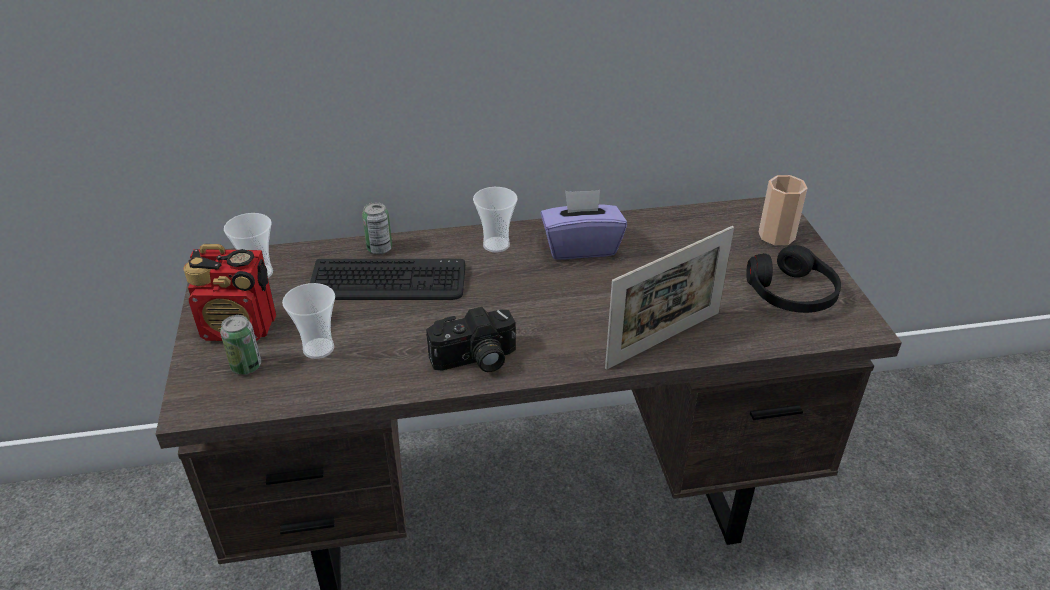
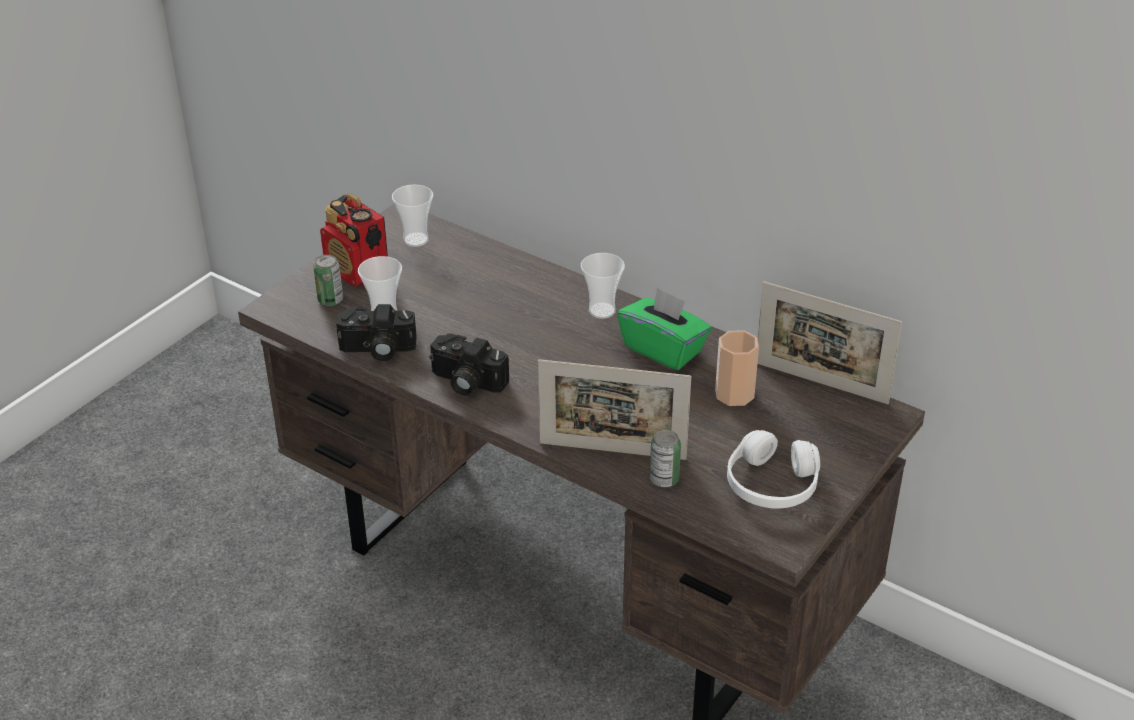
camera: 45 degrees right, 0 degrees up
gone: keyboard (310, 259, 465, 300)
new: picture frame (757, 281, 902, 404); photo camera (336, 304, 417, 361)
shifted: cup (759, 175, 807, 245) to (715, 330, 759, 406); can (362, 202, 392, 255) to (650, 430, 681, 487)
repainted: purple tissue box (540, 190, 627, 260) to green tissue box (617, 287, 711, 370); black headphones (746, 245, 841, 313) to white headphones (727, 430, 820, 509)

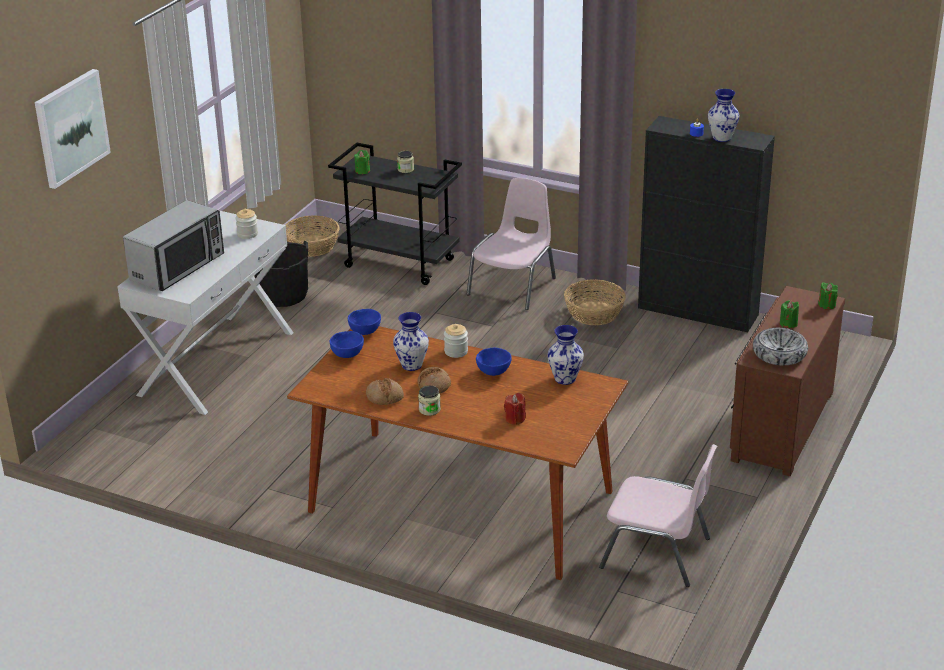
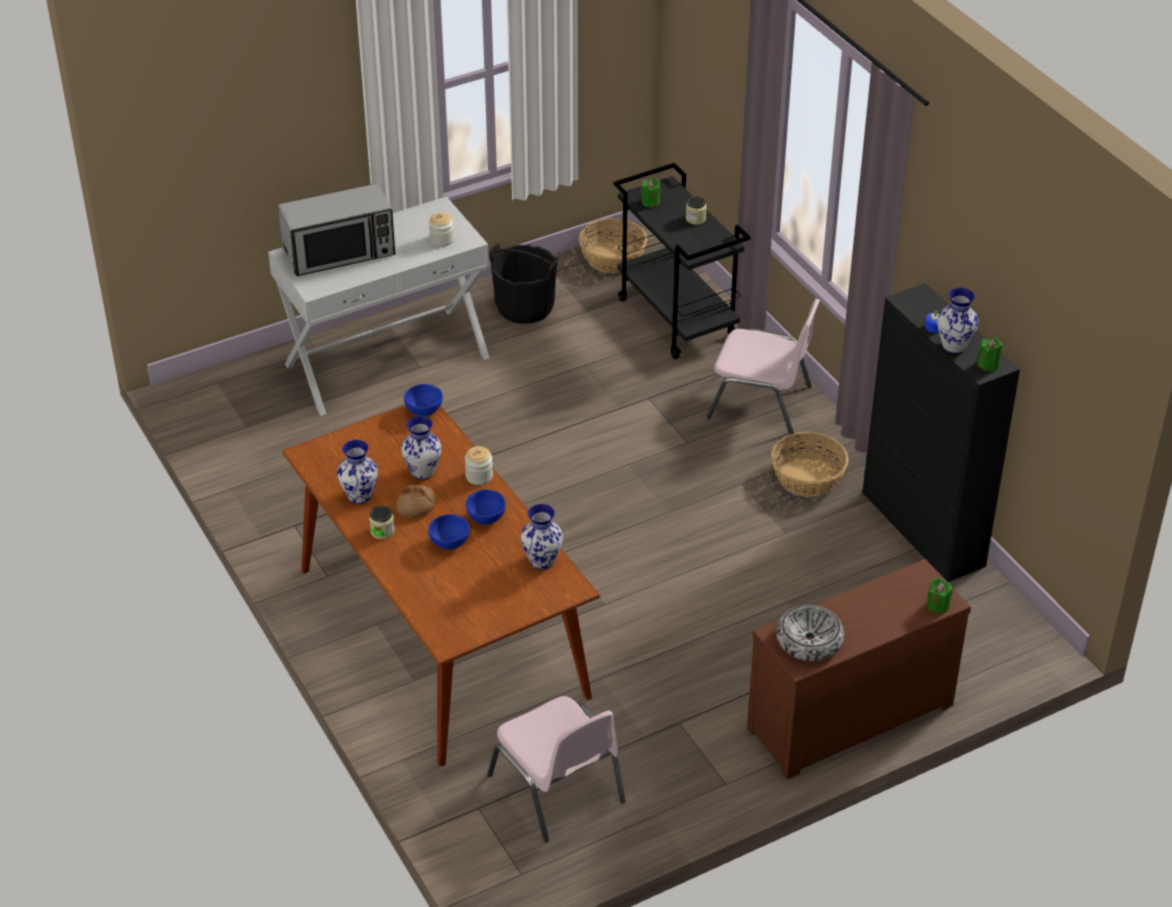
camera: 35 degrees right, 10 degrees up
gone: picture (35, 69, 111, 189); red candle (504, 393, 526, 425)
shifted: green candle (780, 301, 799, 328) to (977, 337, 1003, 371); blue bowl (330, 331, 364, 358) to (428, 514, 470, 550)
swapped: bread (366, 378, 404, 405) to vase (337, 440, 378, 504)
rotated: pink chair (467, 178, 556, 310) = (706, 299, 820, 434) 45 degrees clockwise

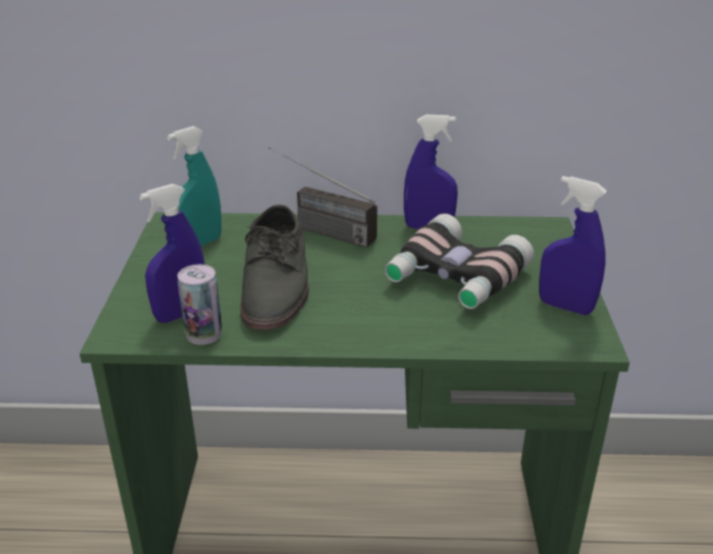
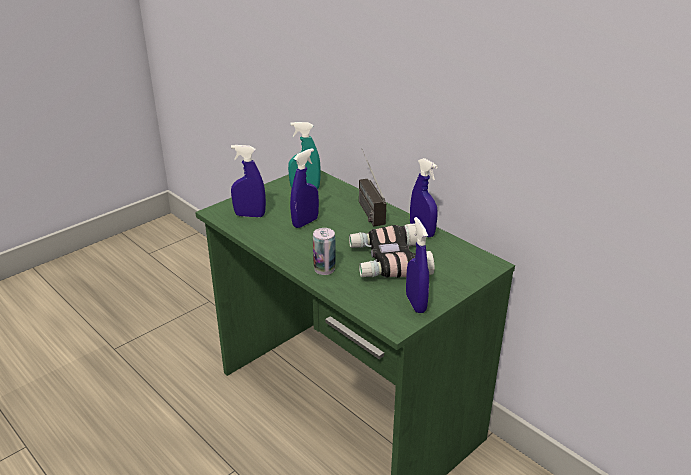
camera: 45 degrees right, 0 degrees up
shifted: can (177, 264, 222, 345) to (313, 228, 336, 275)
swapped: grey shoe (240, 204, 309, 330) to blue spray bottle (290, 148, 319, 228)

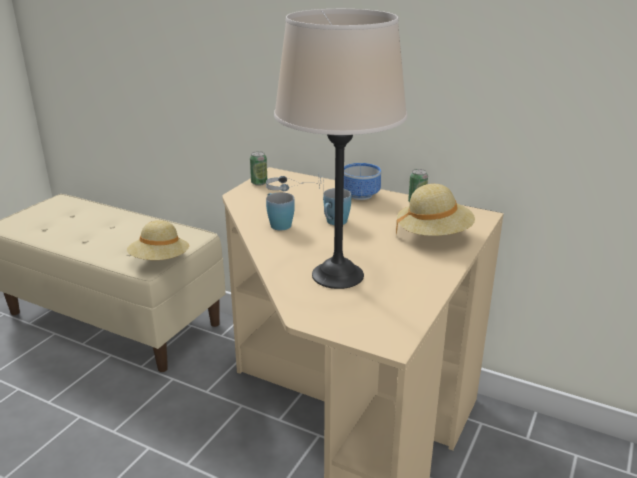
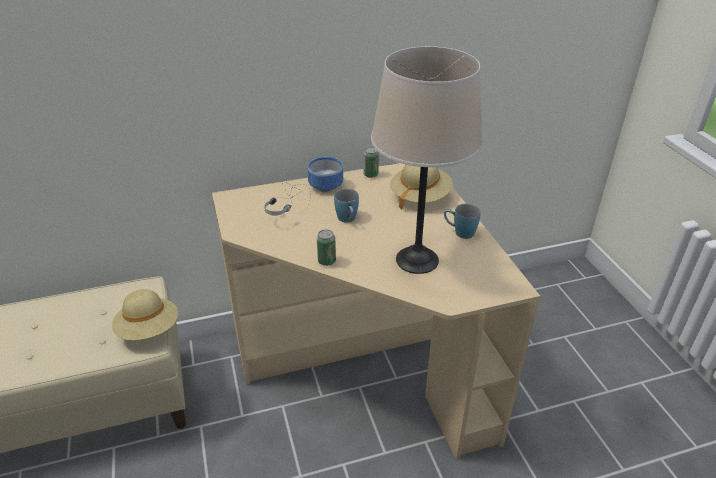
camera: 45 degrees left, 10 degrees up
shifted: can (250, 151, 267, 186) to (317, 229, 336, 266); blue mug (266, 192, 295, 230) to (444, 204, 481, 239)

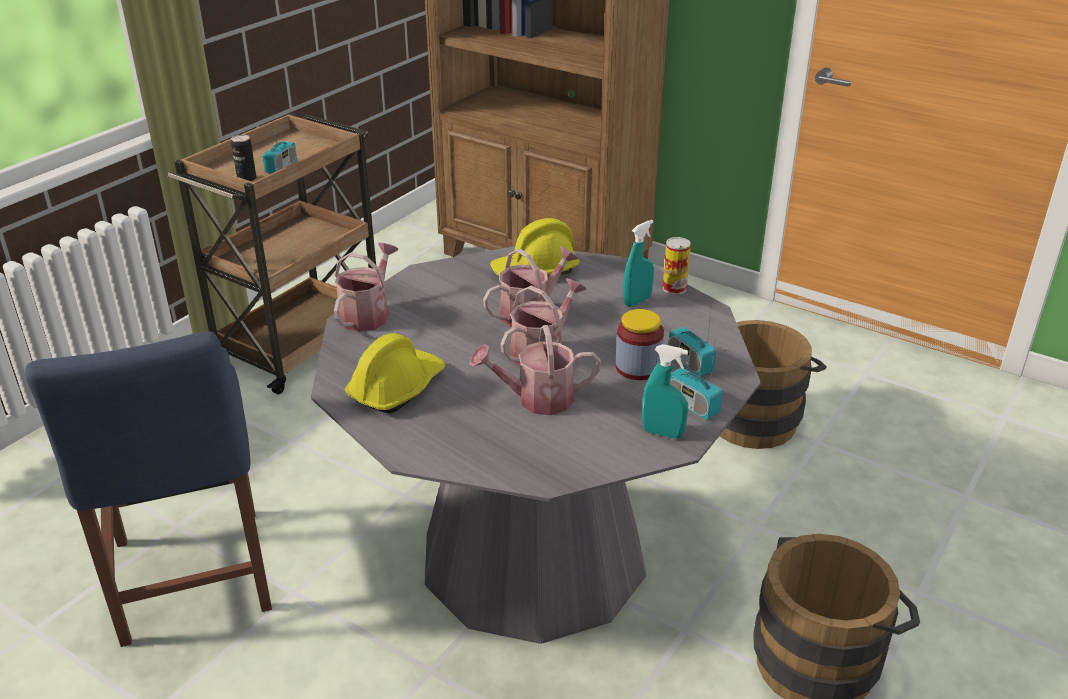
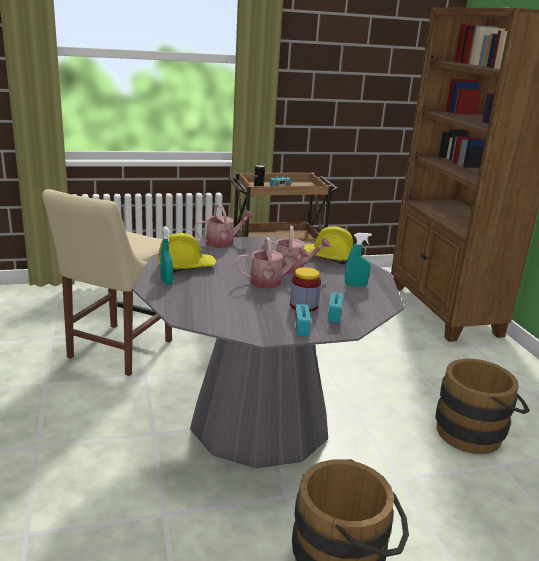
camera: 40 degrees right, 10 degrees down
gone: can (663, 237, 691, 295); watering can (470, 325, 601, 415)
shifted: turquoise spray bottle (642, 344, 688, 439) to (160, 226, 173, 285)
repainted: blue chair (25, 331, 272, 647) to beige chair (42, 189, 172, 376)

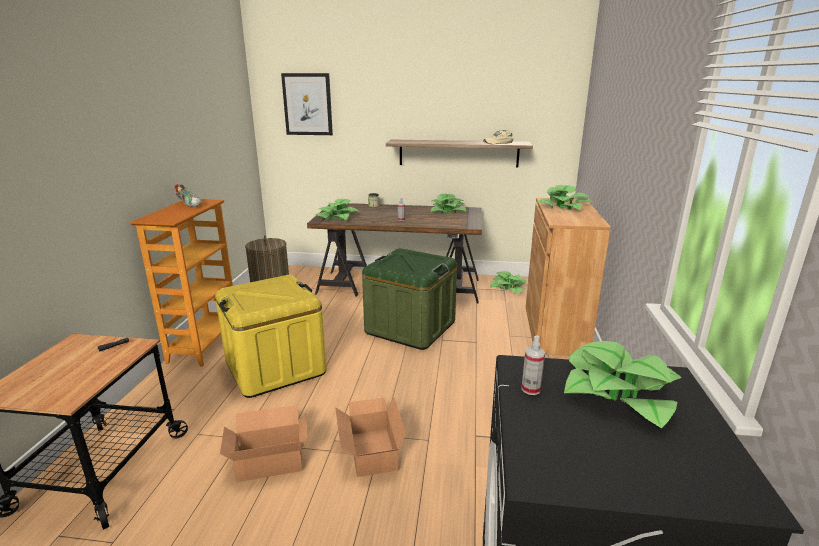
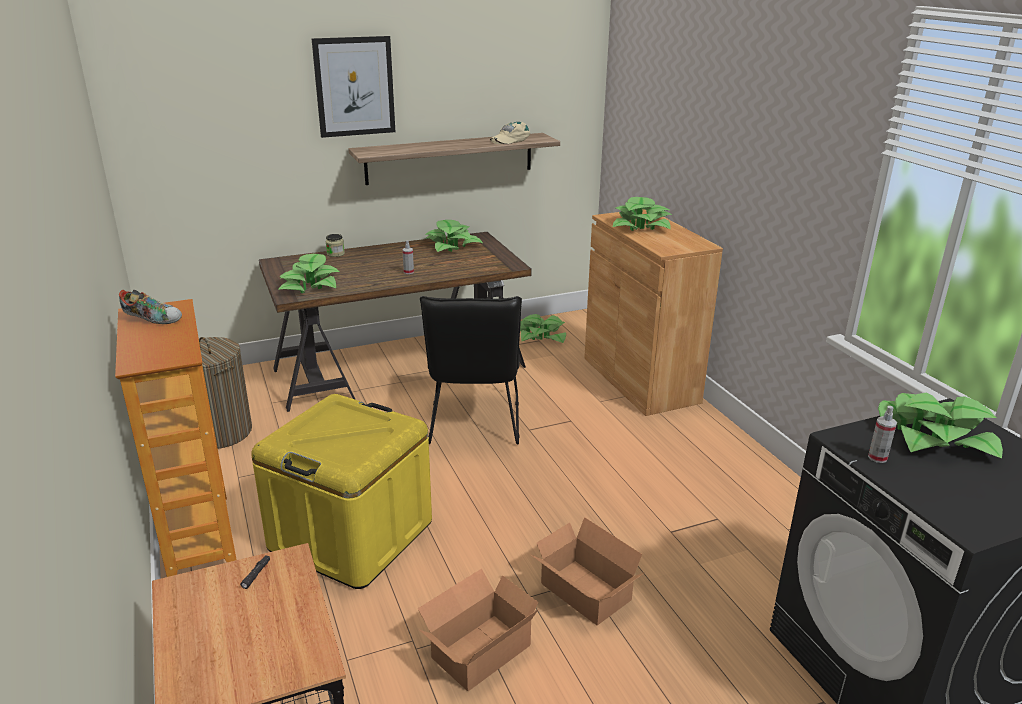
camera: 30 degrees left, 5 degrees up
shifted: picture (281, 73, 333, 135) to (311, 36, 395, 138)
swapped: green storage box (362, 248, 457, 350) to black chair (420, 296, 522, 445)

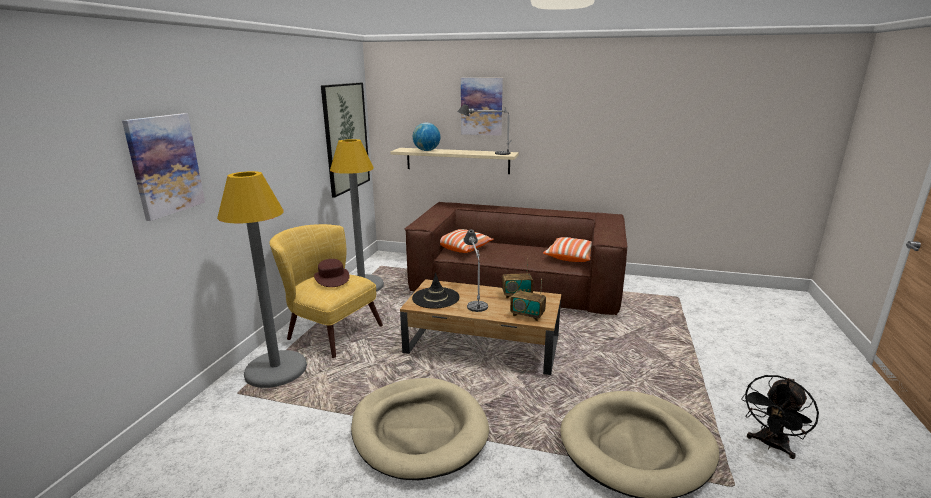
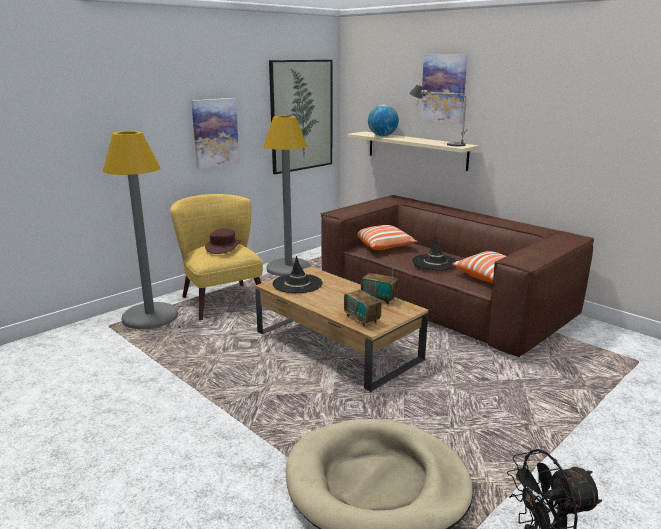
camera: 30 degrees right, 0 degrees up
gone: table lamp (463, 229, 488, 312); beige dog bed (351, 378, 489, 480)
new: black hat (412, 236, 458, 271)
shifted: picture (122, 113, 205, 221) to (191, 98, 239, 169)

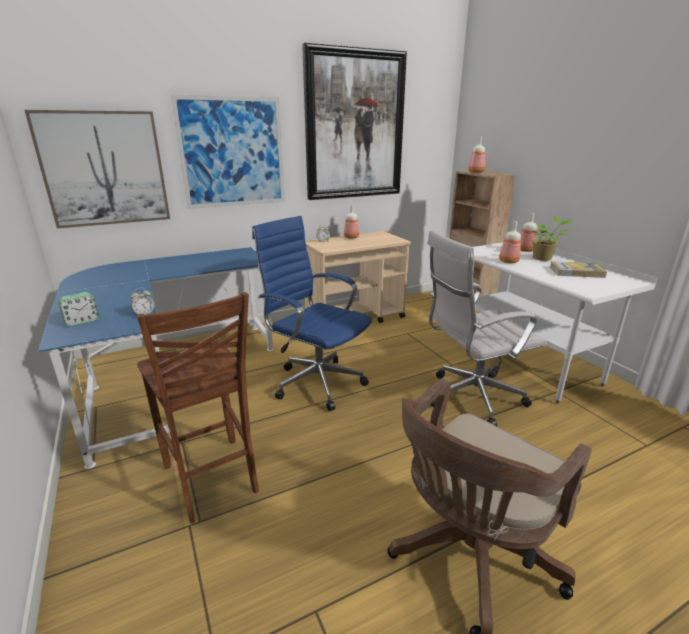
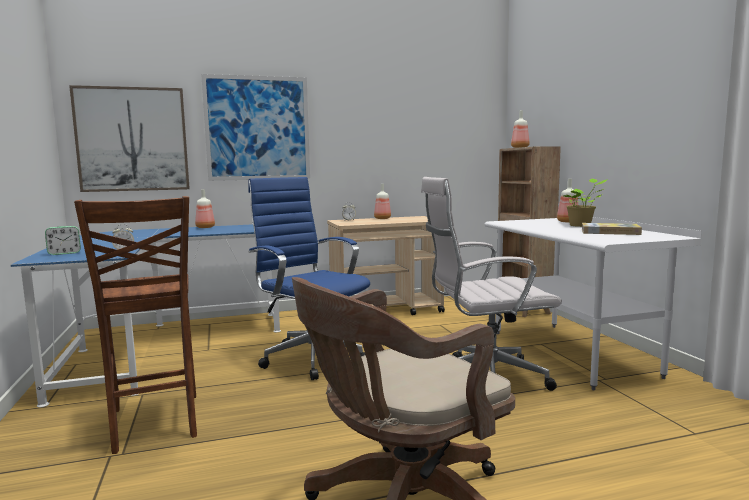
camera: 10 degrees right, 15 degrees down
gone: picture (302, 43, 407, 200)
shifted: bottle (499, 221, 521, 263) to (195, 189, 215, 228)

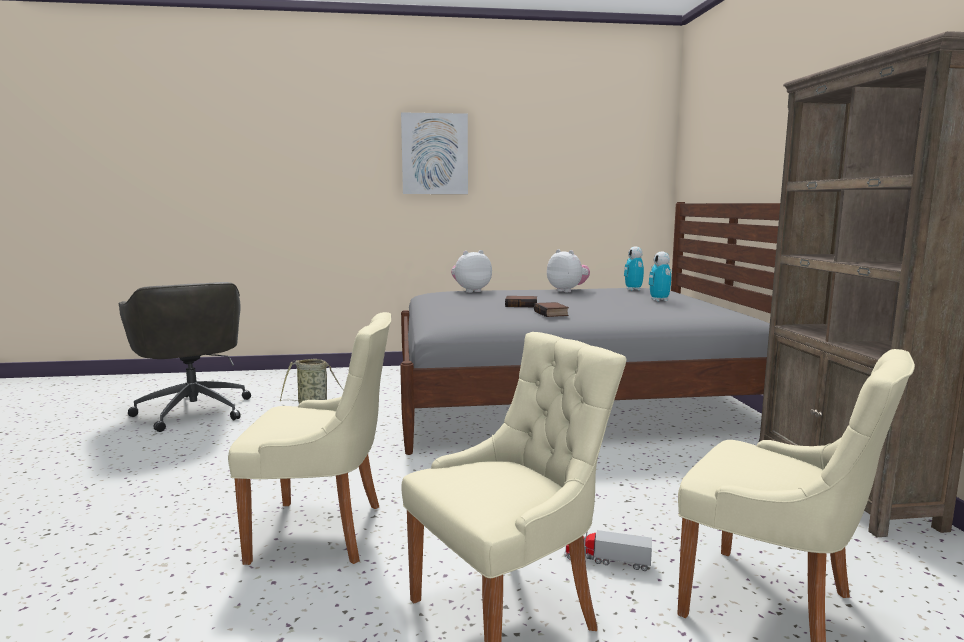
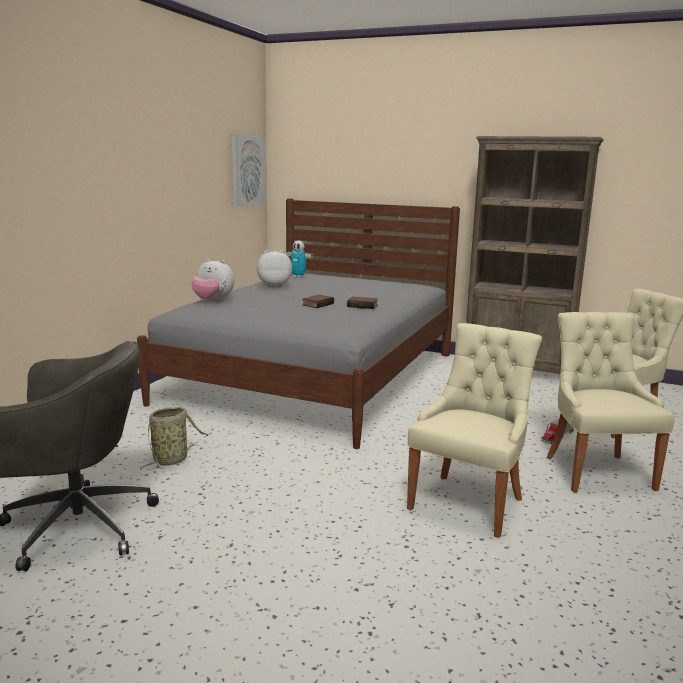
camera: 60 degrees left, 5 degrees up
gone: toy robot (648, 251, 672, 301)
shifted: picture (401, 112, 468, 194) to (232, 135, 266, 207)
rotated: plush toy (451, 250, 492, 293) = (191, 259, 234, 301) 75 degrees counterclockwise

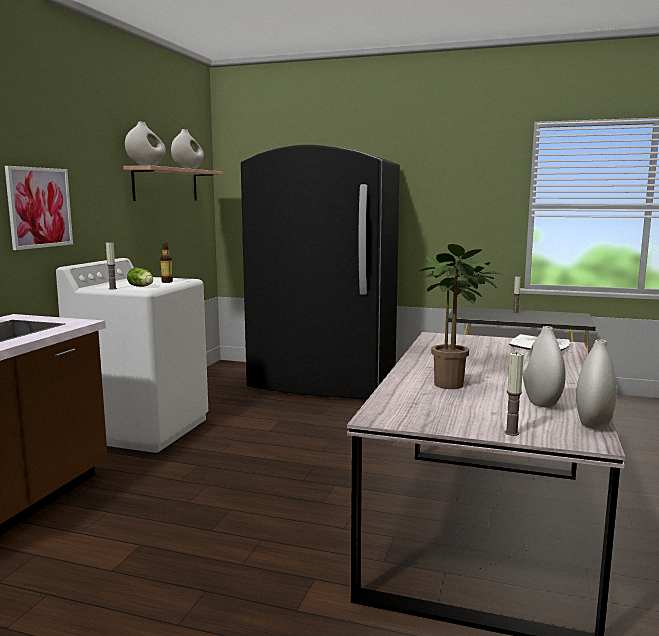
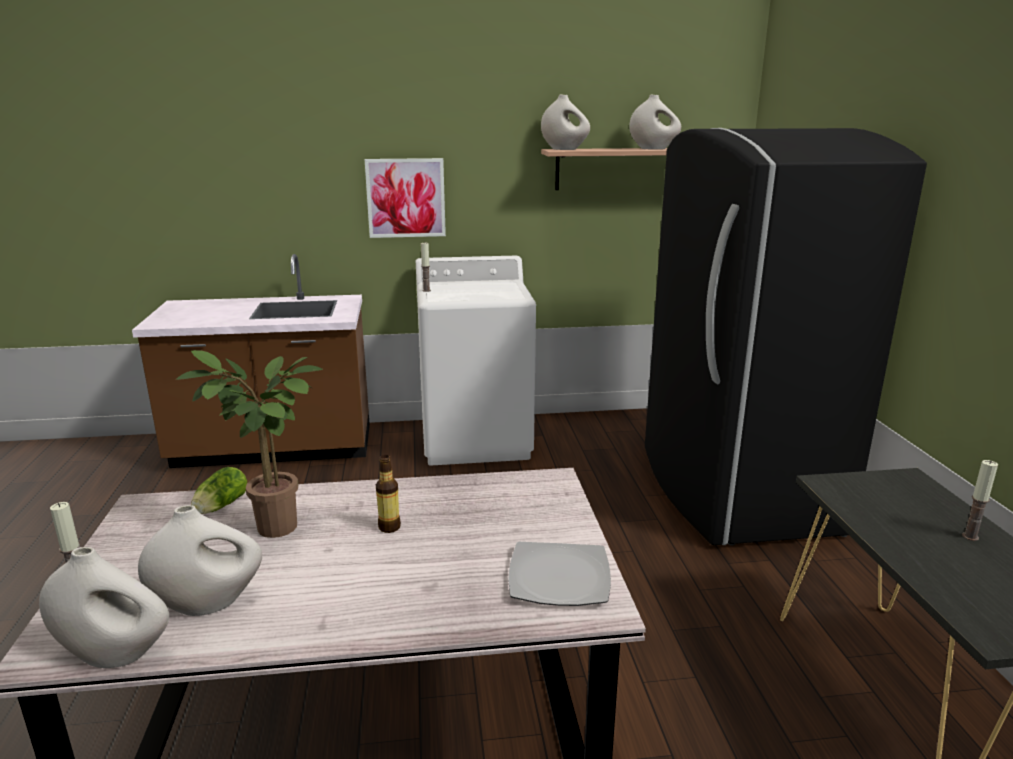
camera: 65 degrees right, 10 degrees up
shifted: bottle (160, 243, 173, 283) to (376, 455, 401, 533); lettuce (127, 267, 153, 287) to (191, 467, 247, 514)

